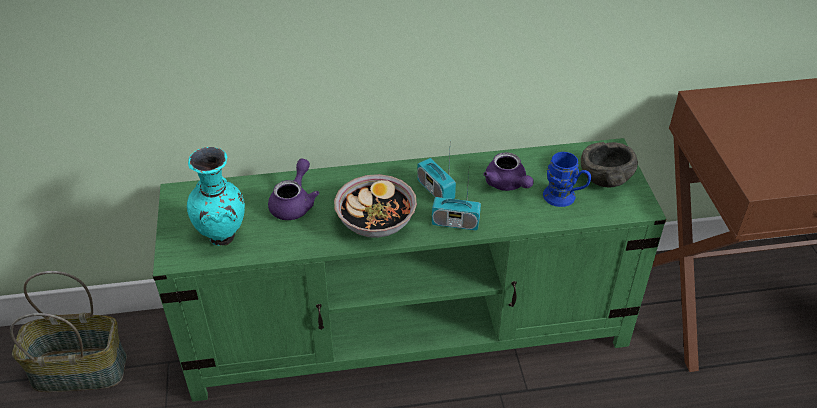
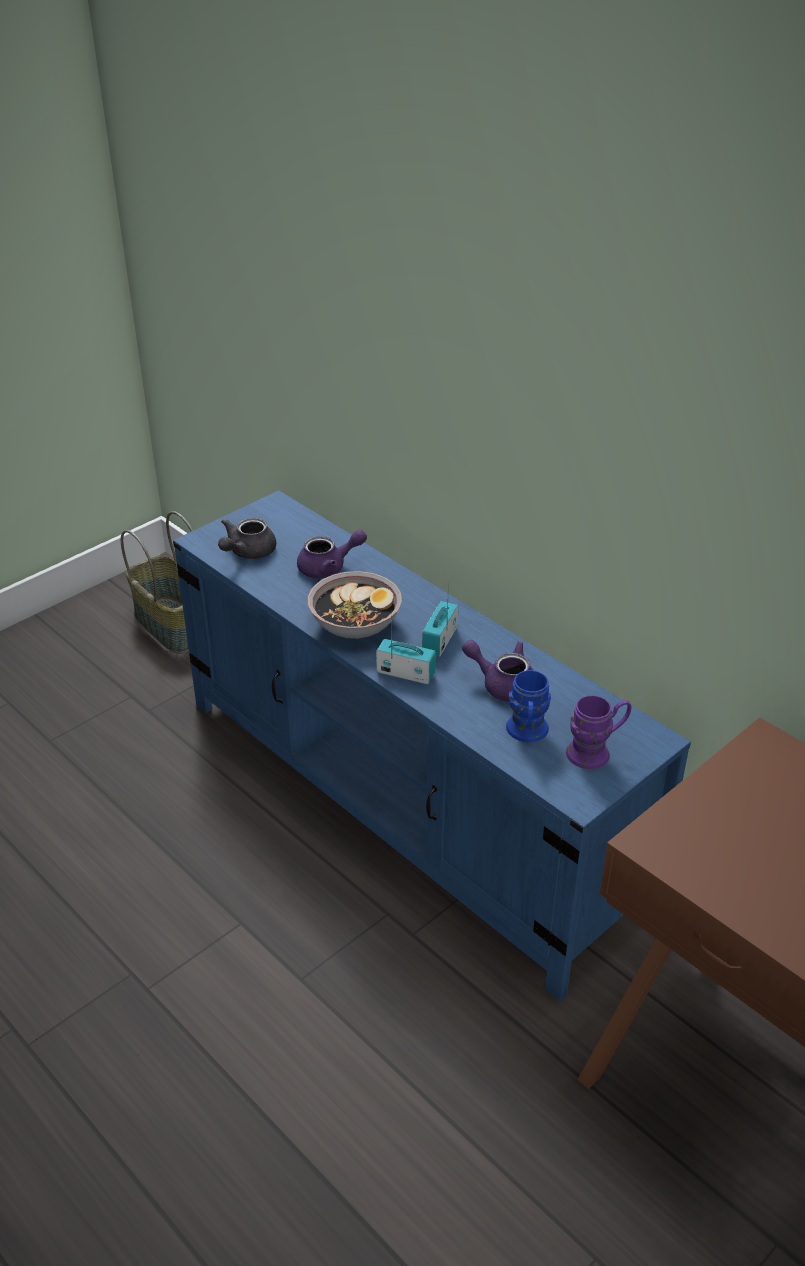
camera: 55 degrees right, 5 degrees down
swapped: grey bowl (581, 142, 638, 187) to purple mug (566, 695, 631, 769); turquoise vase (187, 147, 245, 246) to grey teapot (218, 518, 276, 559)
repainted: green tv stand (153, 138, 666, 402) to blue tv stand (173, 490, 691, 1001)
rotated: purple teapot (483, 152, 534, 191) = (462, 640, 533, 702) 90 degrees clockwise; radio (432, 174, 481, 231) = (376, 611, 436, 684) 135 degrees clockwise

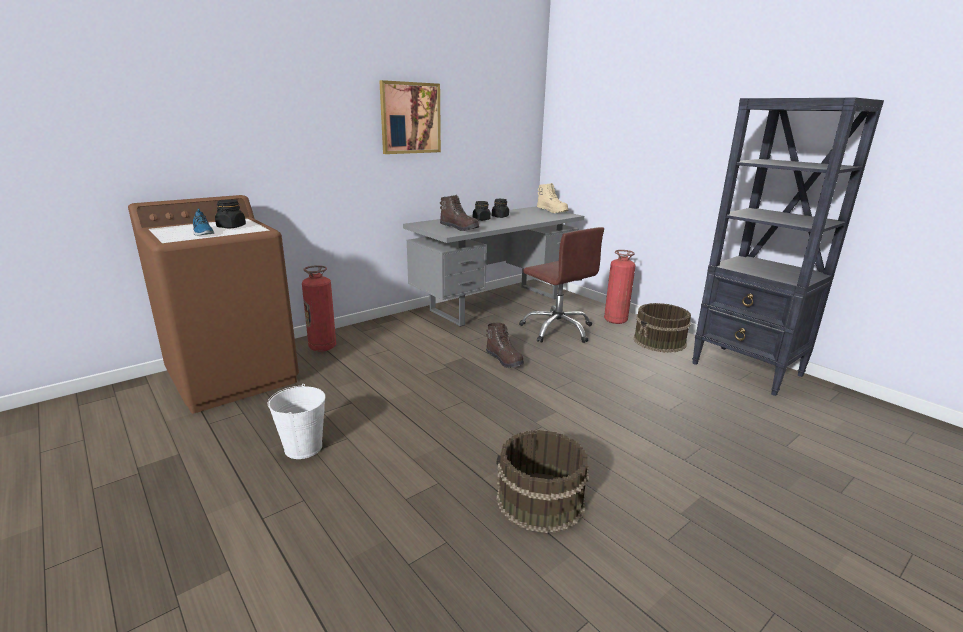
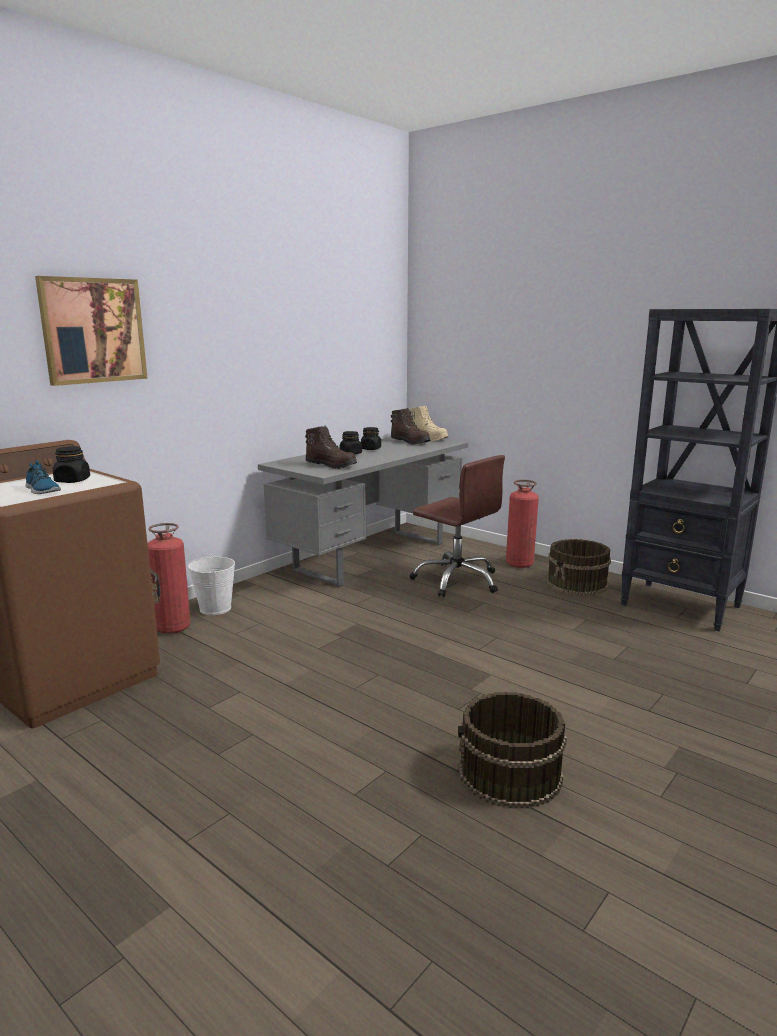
camera: 10 degrees left, 5 degrees down
shifted: picture (379, 80, 441, 154) to (35, 276, 148, 386); brown boot (486, 323, 524, 368) to (391, 408, 430, 445); white bucket (268, 384, 325, 459) to (188, 555, 235, 615)

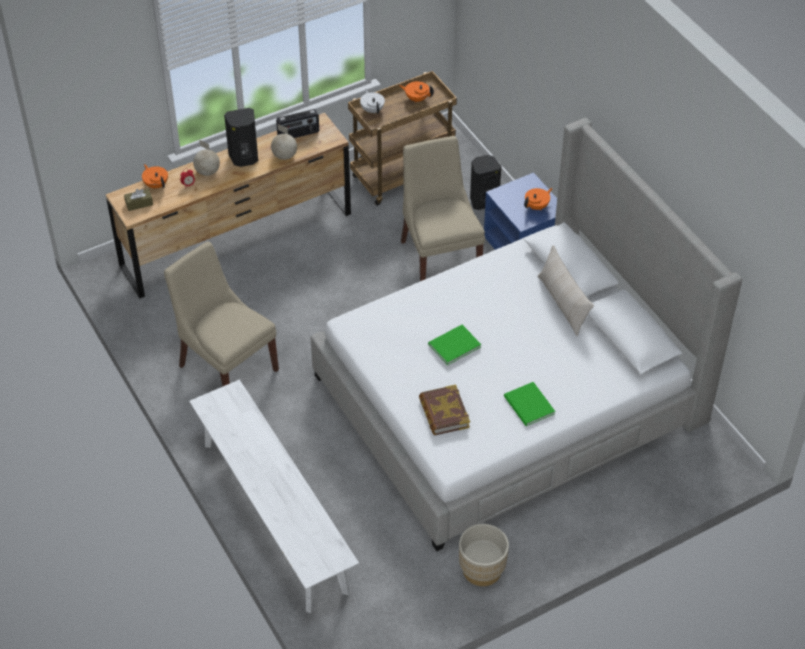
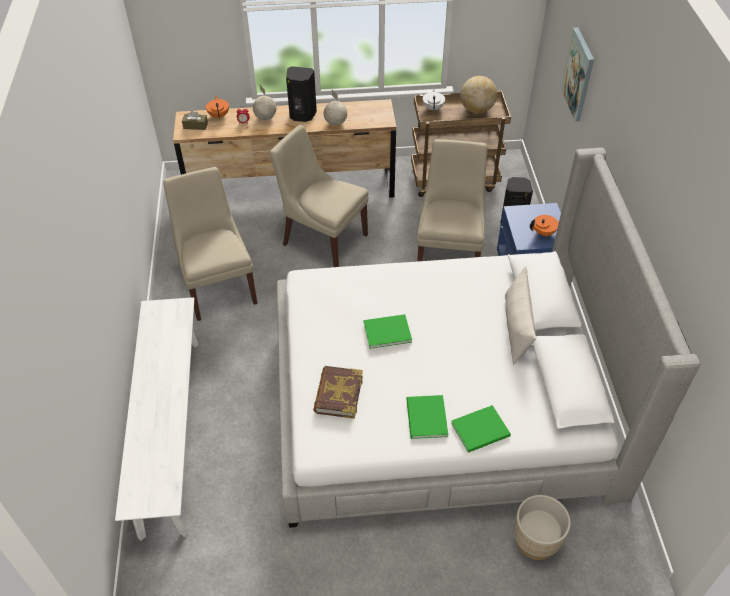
camera: 25 degrees right, 0 degrees up
gone: radio (276, 109, 319, 138)
new: picture (561, 28, 594, 122); beige chair (270, 125, 368, 267); green book (451, 405, 511, 453)
shifted: beige planter (459, 524, 509, 586) to (514, 495, 571, 560)
swapped: orange teapot (399, 81, 434, 103) to globe (460, 76, 497, 113)

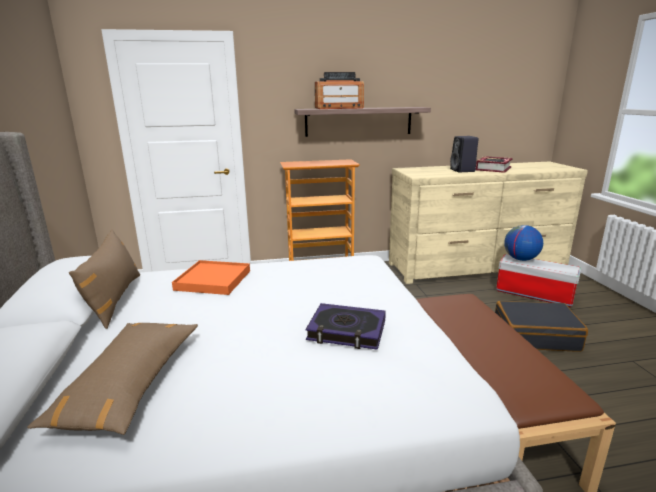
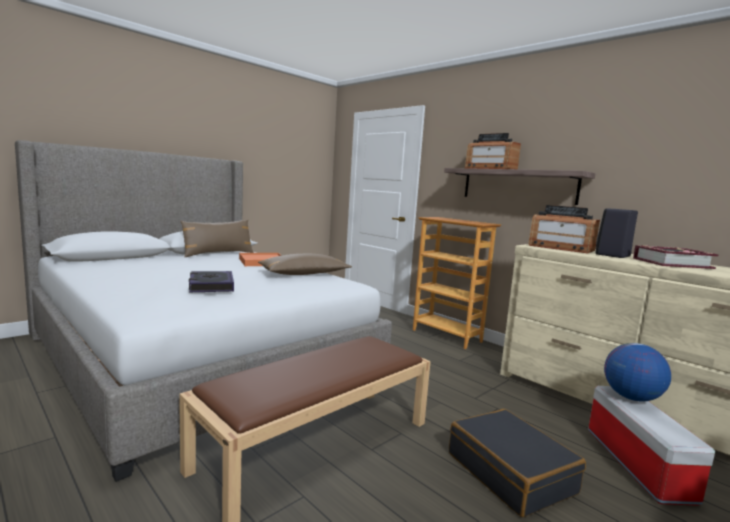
camera: 55 degrees right, 10 degrees down
new: radio (528, 205, 600, 254)
shifted: brown pillow (27, 323, 198, 435) to (258, 254, 352, 275)

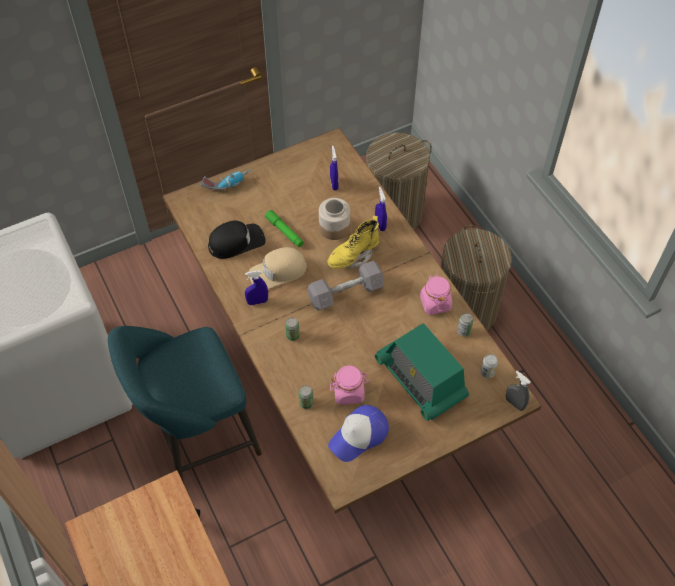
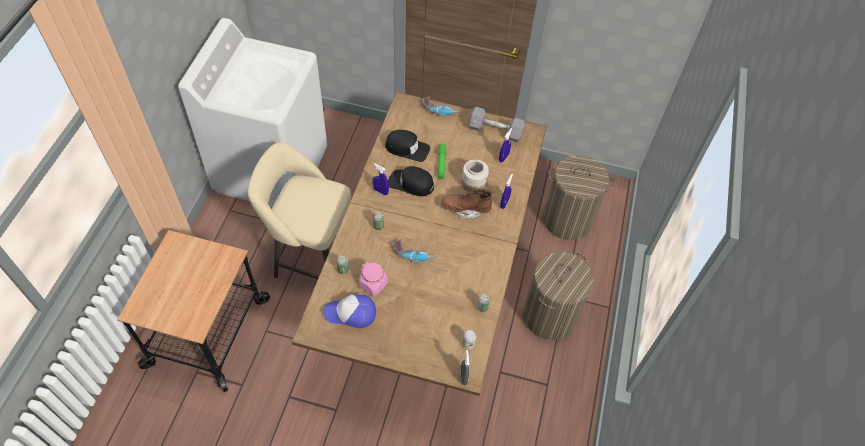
camera: 40 degrees right, 0 degrees up
gone: pink jar (420, 274, 452, 315); radio (375, 323, 469, 421)
new: power drill (392, 239, 438, 263)
shifted: grey dumbbell (307, 260, 384, 311) to (468, 107, 525, 142)
repainted: yellow boot (327, 216, 379, 269) to brown boot (441, 189, 494, 218); beige cap (248, 247, 307, 289) to black cap (388, 166, 434, 197); turquoise stool (108, 326, 262, 484) to beige stool (248, 142, 351, 279)

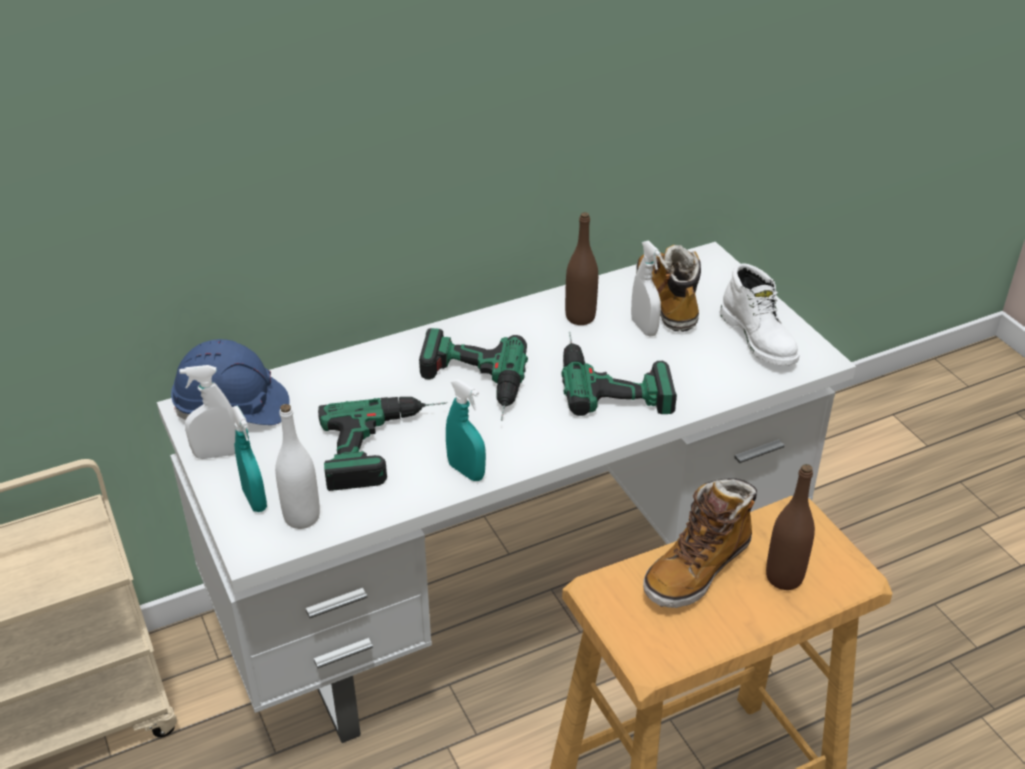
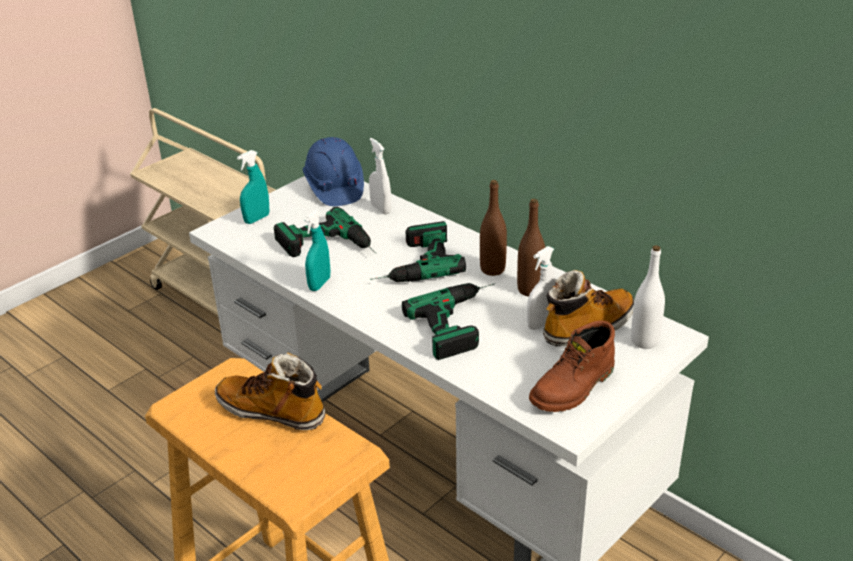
camera: 70 degrees right, 5 degrees down
shifted: white spray bottle (179, 365, 235, 459) to (369, 138, 391, 215); white bottle (275, 404, 320, 529) to (631, 245, 665, 349); brown bottle (766, 464, 815, 590) to (480, 180, 507, 276)
repainted: white boot (719, 263, 800, 366) to brown boot (529, 321, 615, 412)

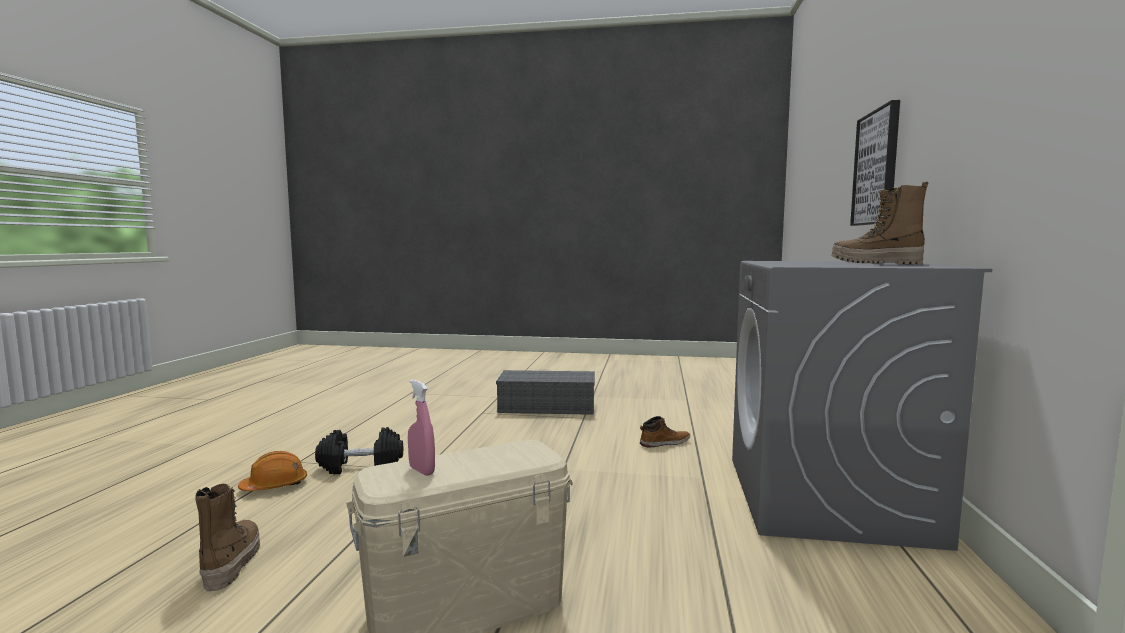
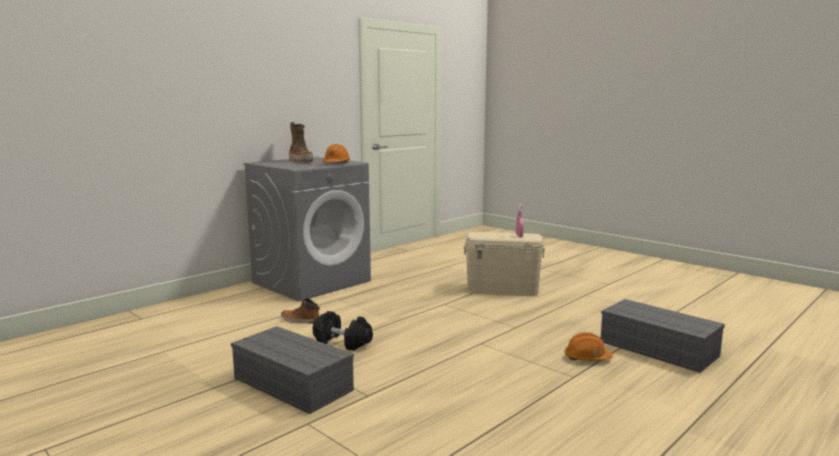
camera: 145 degrees left, 5 degrees up
gone: picture (850, 100, 900, 226); boot (195, 484, 260, 591)
new: orange hard hat (322, 144, 350, 163); grey storage box (601, 299, 725, 373)
shifted: black dumbbell (315, 427, 403, 474) to (313, 311, 373, 351)

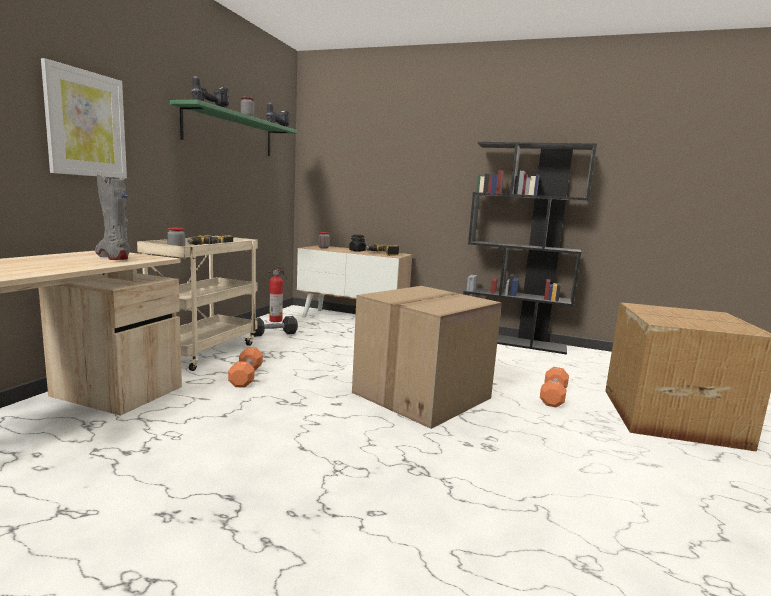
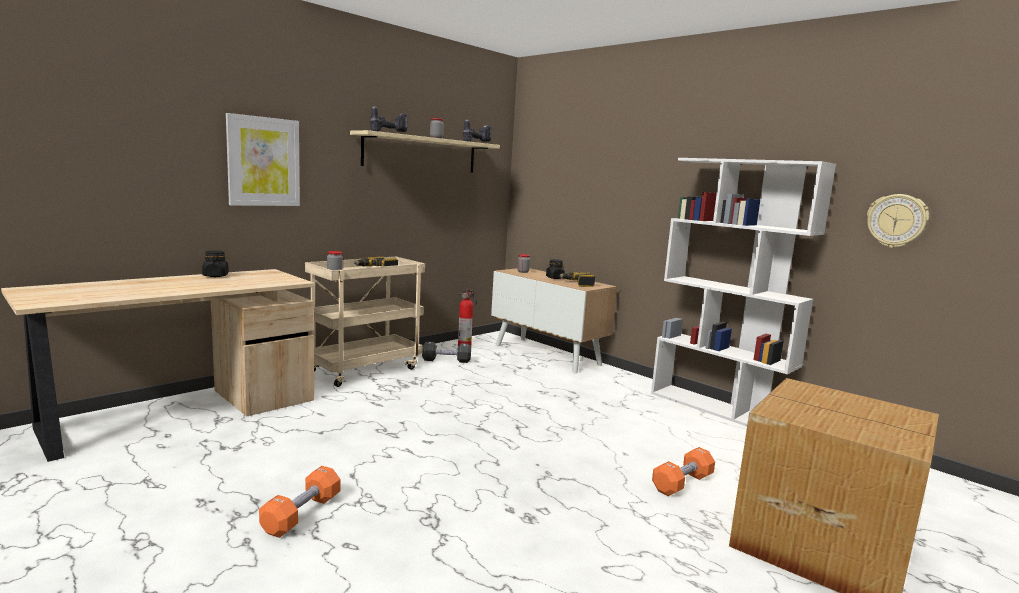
camera: 25 degrees right, 0 degrees up
gone: grey boot (95, 175, 130, 260); cardboard box (352, 286, 502, 429)
new: wall clock (867, 194, 929, 248); black jar (202, 250, 229, 277)
shifted: orange dumbbell (228, 347, 263, 388) to (259, 466, 340, 538)
repainted: green shelf (170, 100, 297, 156) to beige shelf (350, 130, 500, 173); black bookcase (463, 142, 597, 354) to white bookcase (651, 158, 836, 426)

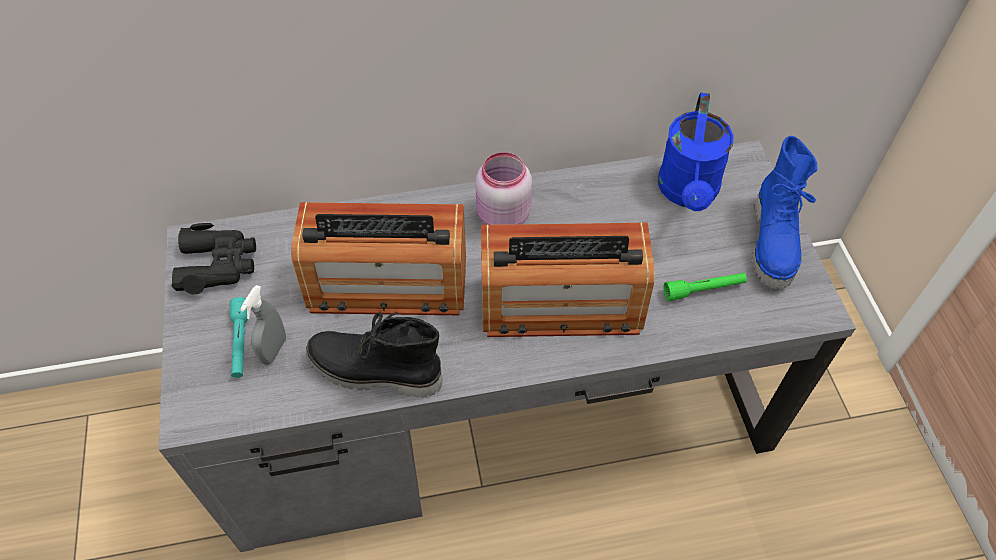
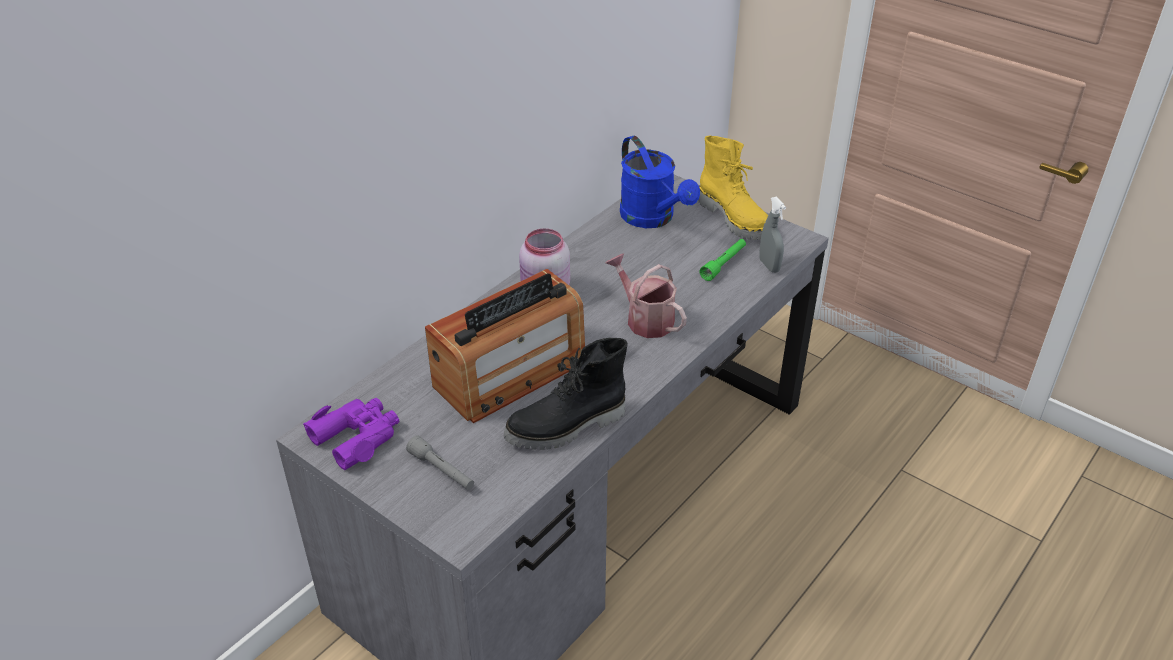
camera: 40 degrees left, 15 degrees down
shifted: grey spray bottle (240, 285, 286, 365) to (759, 197, 786, 273)
swapped: radio (481, 222, 655, 337) to watering can (606, 254, 687, 338)
repainted: blue boot (752, 136, 817, 289) to yellow boot (698, 135, 768, 240); black binoculars (171, 223, 256, 295) to purple binoculars (303, 398, 400, 470); turquoise flashlight (230, 297, 248, 378) to grey flashlight (406, 435, 474, 490)

